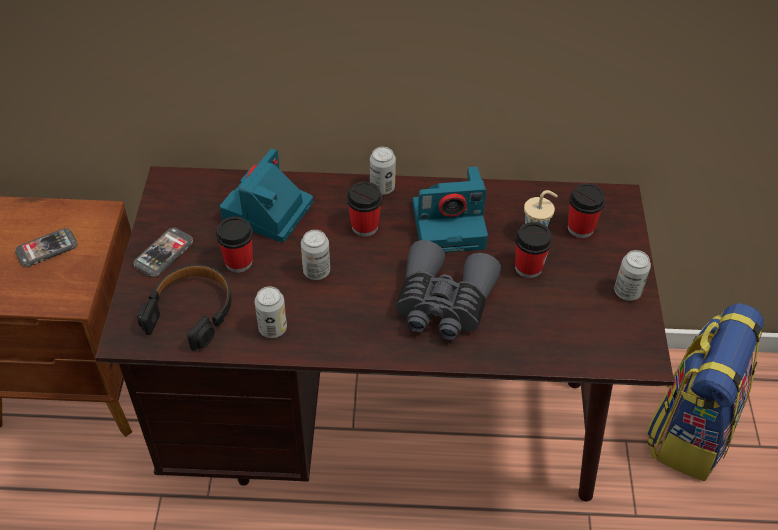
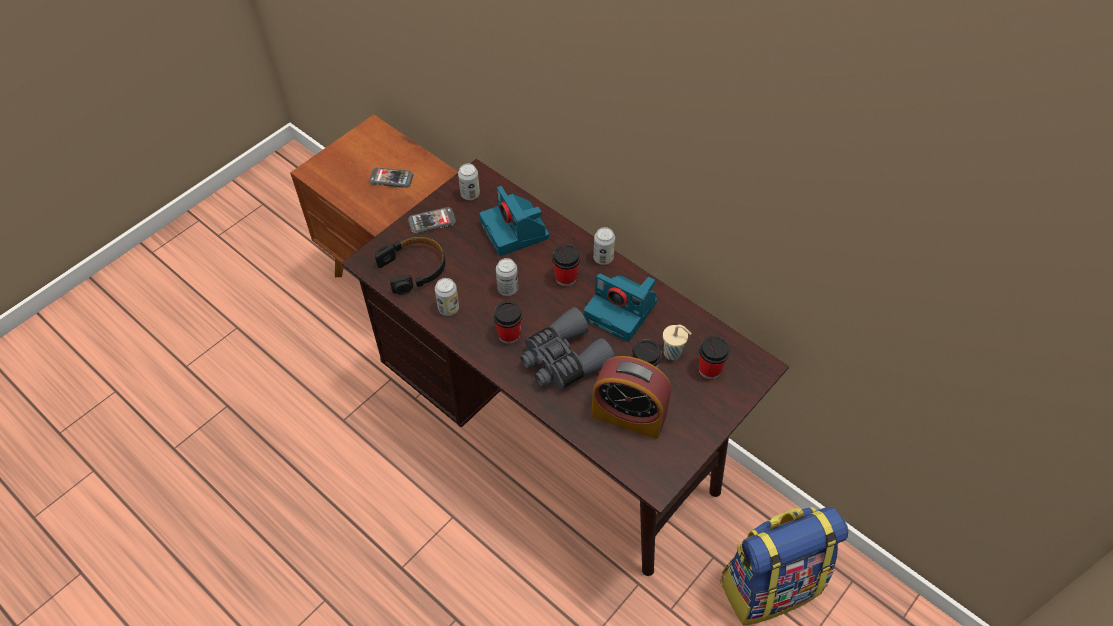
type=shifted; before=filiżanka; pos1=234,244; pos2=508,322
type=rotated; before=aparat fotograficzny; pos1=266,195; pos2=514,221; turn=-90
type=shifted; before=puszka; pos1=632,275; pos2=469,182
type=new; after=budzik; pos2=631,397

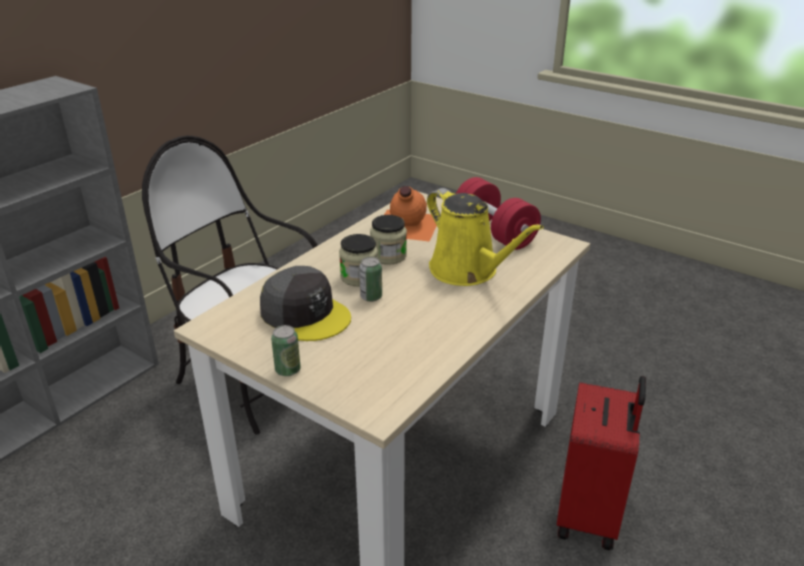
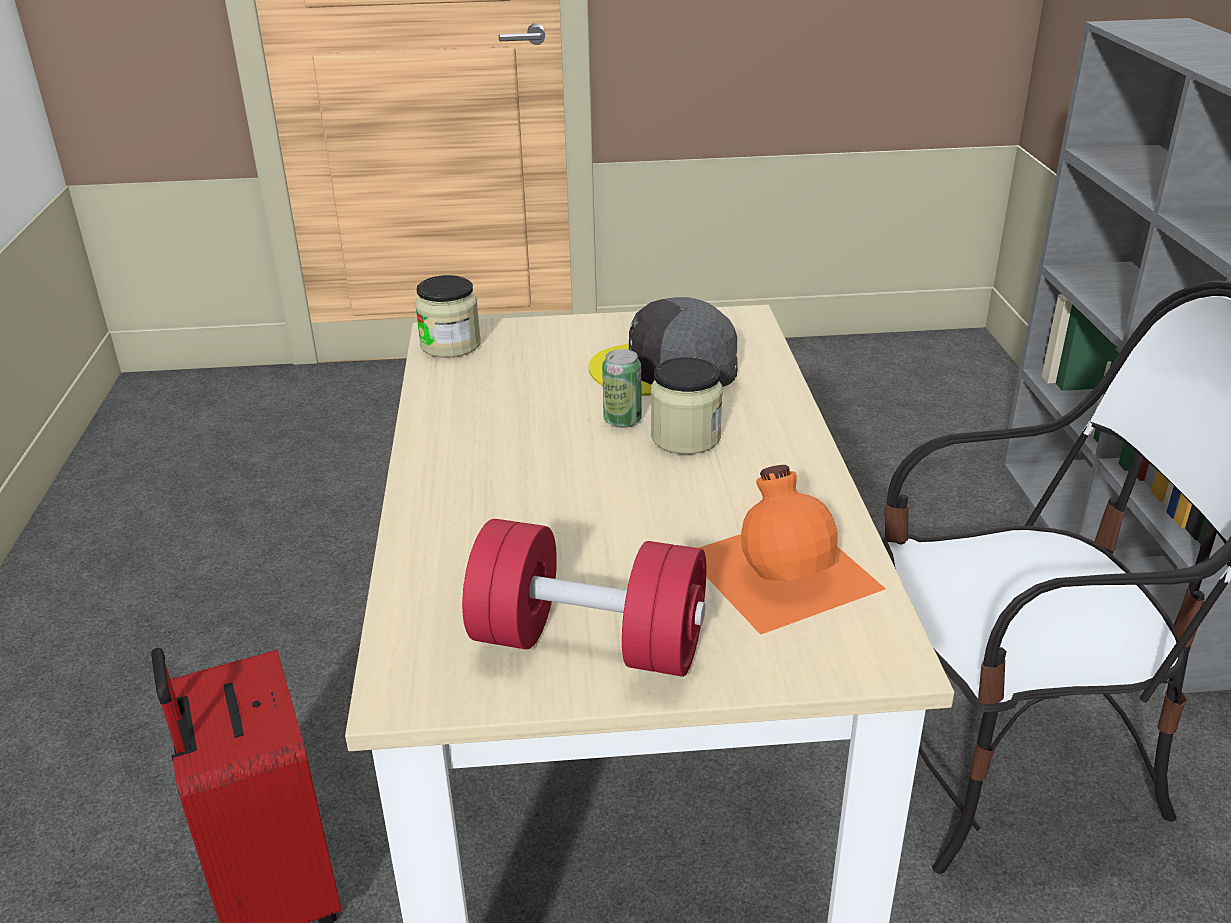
type=gone; before=puszka; pos1=286,350
type=shifted; before=słoik; pos1=388,240; pos2=448,316
type=gone; before=konewka/żółty; pos1=485,237

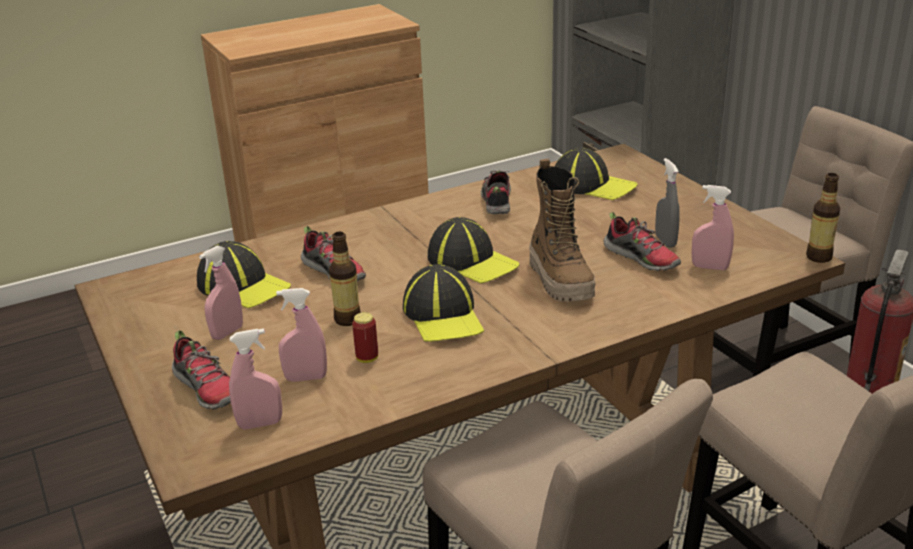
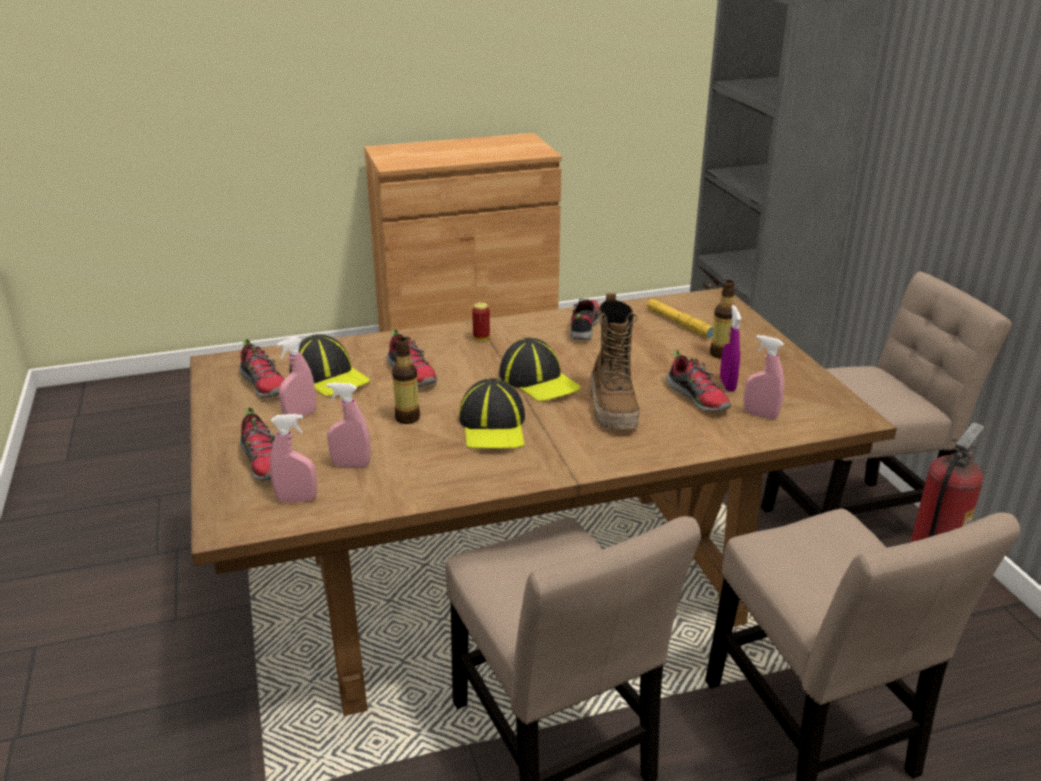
type=shifted; before=puszka; pos1=365,337; pos2=481,321
type=swapped; before=czapka z daszkiem; after=latarka/żółty; pos1=596,174; pos2=680,319
type=repainted; before=spryskiwacz/szary; after=spryskiwacz/fioletowy; pos1=667,203; pos2=730,348
type=shifted; before=butelka; pos1=823,218; pos2=722,319
type=new; after=but; pos2=262,368

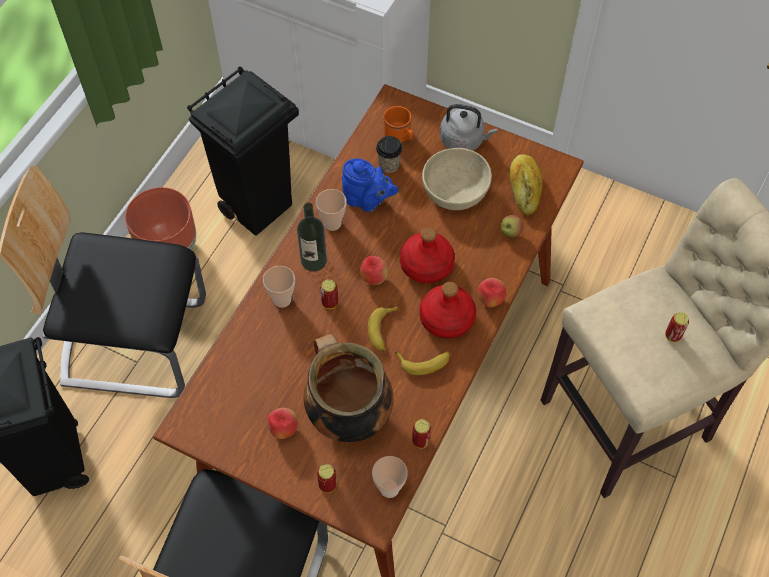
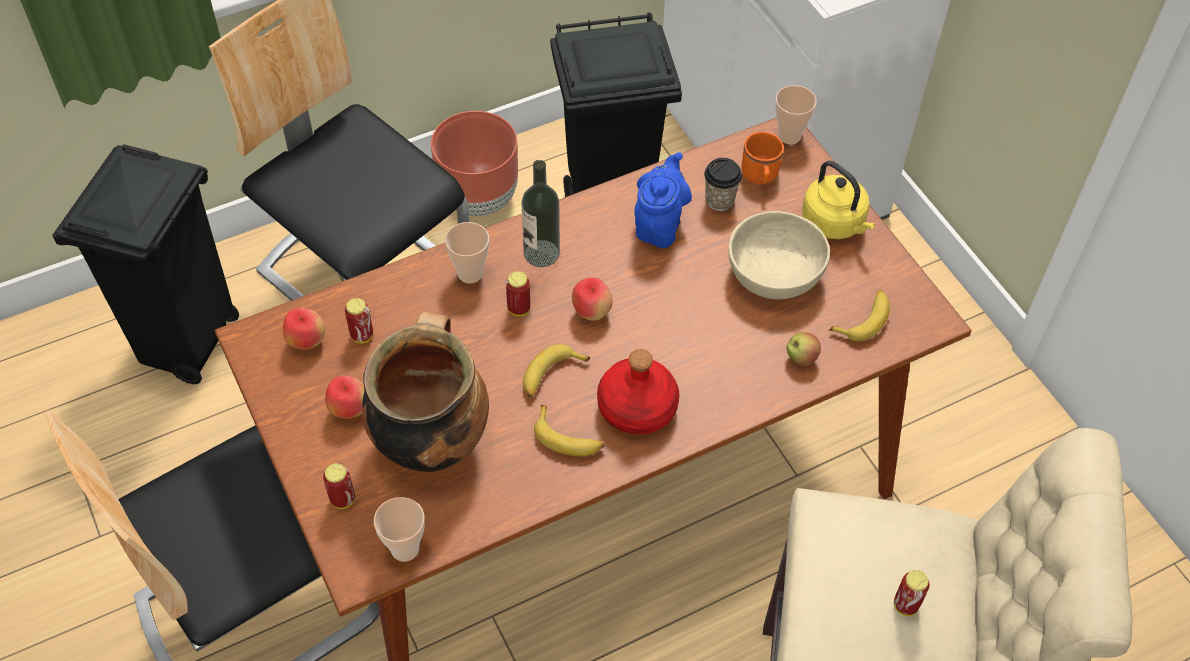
type=shifted; before=filiżanka; pos1=331,210; pos2=796,114
type=rotated; before=imbryk/niebieski; pos1=370,185; pos2=663,200; turn=-135
type=gone; before=butelka/czerwony; pos1=427,255
type=shifted; before=puszka; pos1=421,433; pos2=359,320
type=repainted; before=czajnik/szary; after=czajnik/żółty; pos1=468,127; pos2=838,200
type=shifted; before=jabłko; pos1=491,292; pos2=304,329
type=swapped; before=chleb; after=banan; pos1=526,184; pos2=859,315

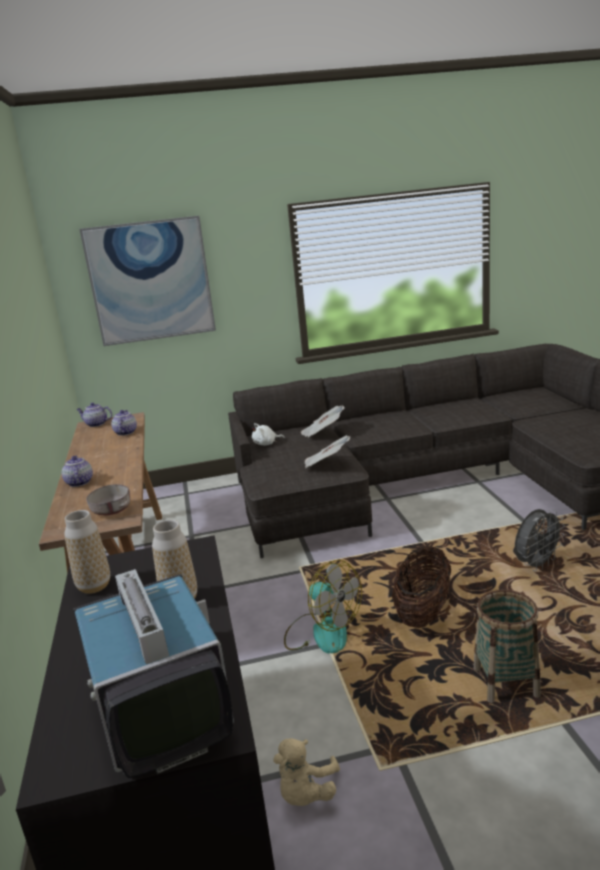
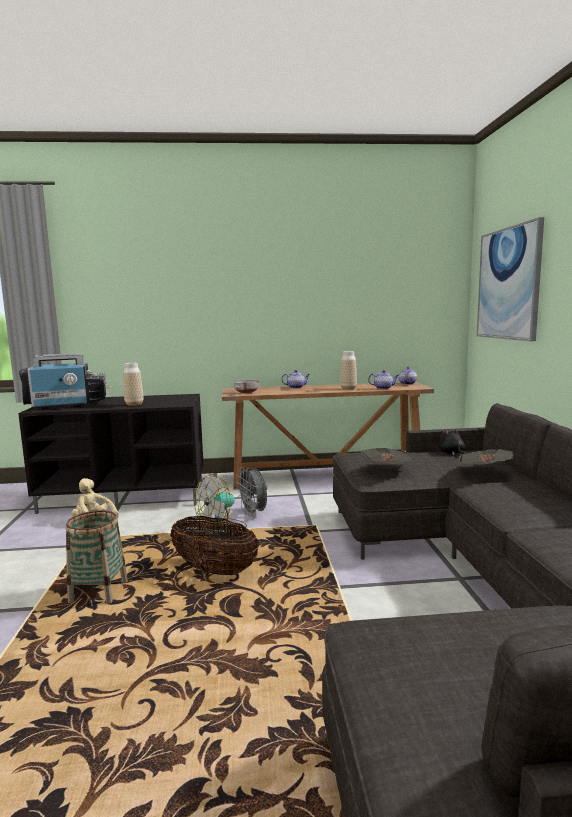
type=shifted; before=wazon; pos1=87,552; pos2=348,370
type=repainted; before=pluszak/biały; after=pluszak/czarny; pos1=268,434; pos2=451,442
type=shifted; before=wentylator/szary; pos1=540,540; pos2=251,491

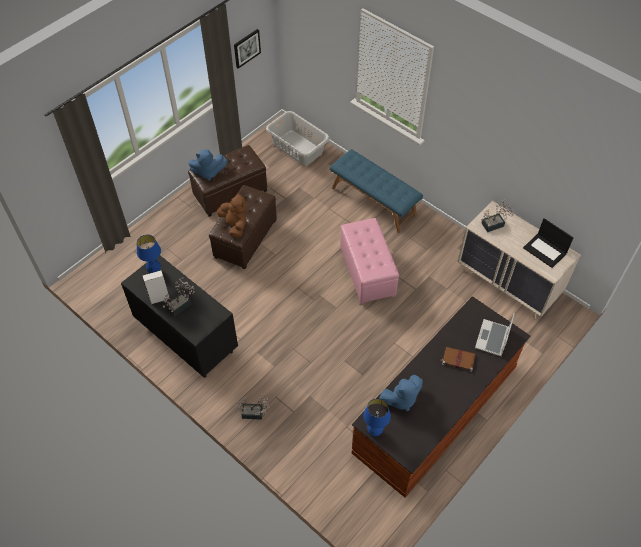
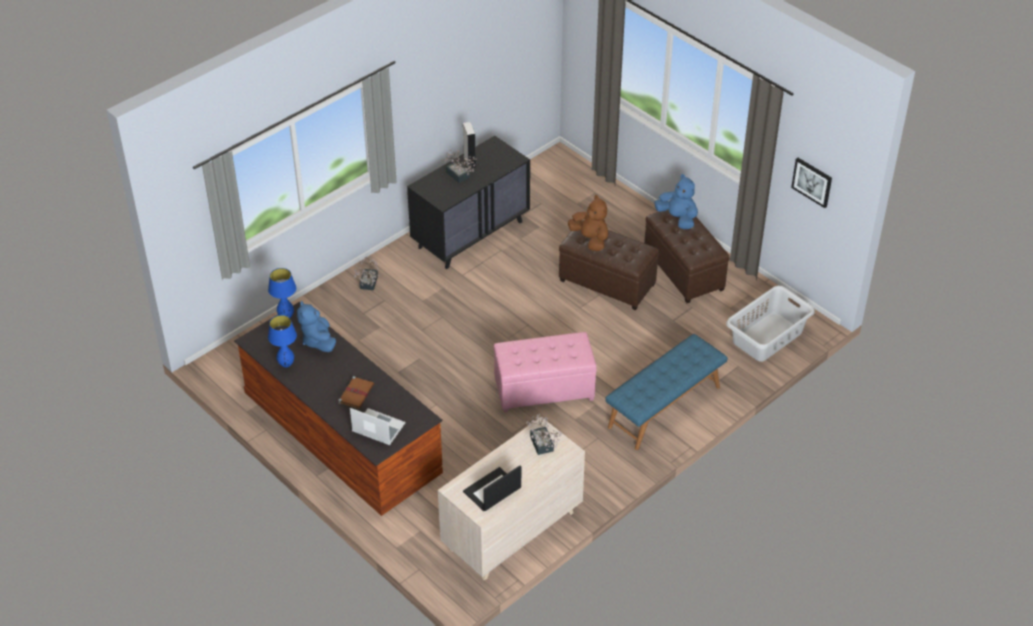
type=shifted; before=lampa stołowa/niebieski; pos1=149,254; pos2=282,341
type=rotated; before=pluszak/niebieski; pos1=208,165; pos2=676,201; turn=135
type=rotated; before=pluszak/brązowy; pos1=231,215; pos2=588,223; turn=-105

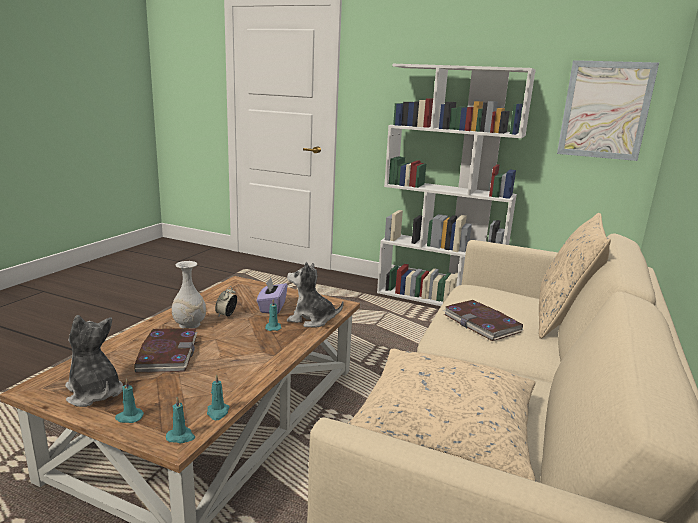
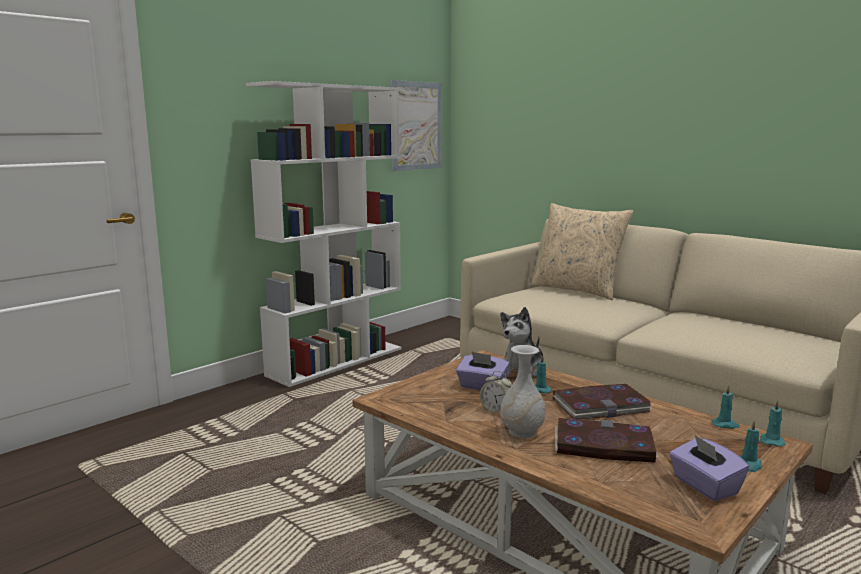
type=swapped; before=pluszak; after=pudełko chusteczek/fioletowy; pos1=94,361; pos2=709,467
type=gone; before=poduszka/beżowy; pos1=442,415
type=shifted; before=książka; pos1=483,320; pos2=602,402

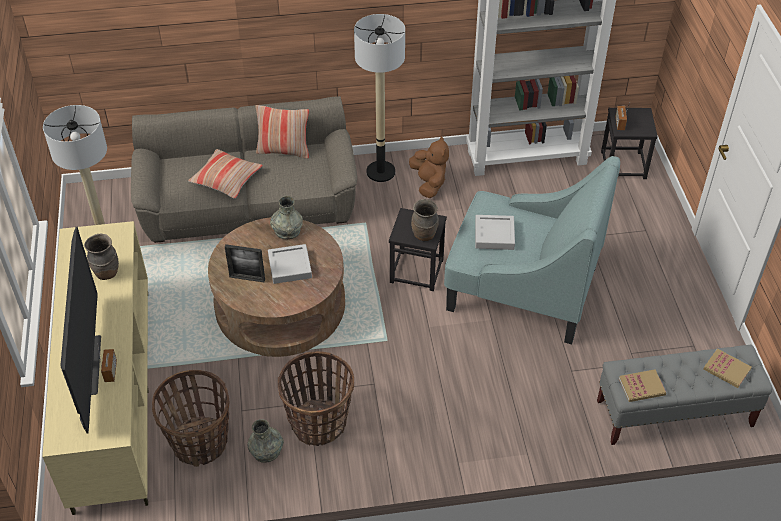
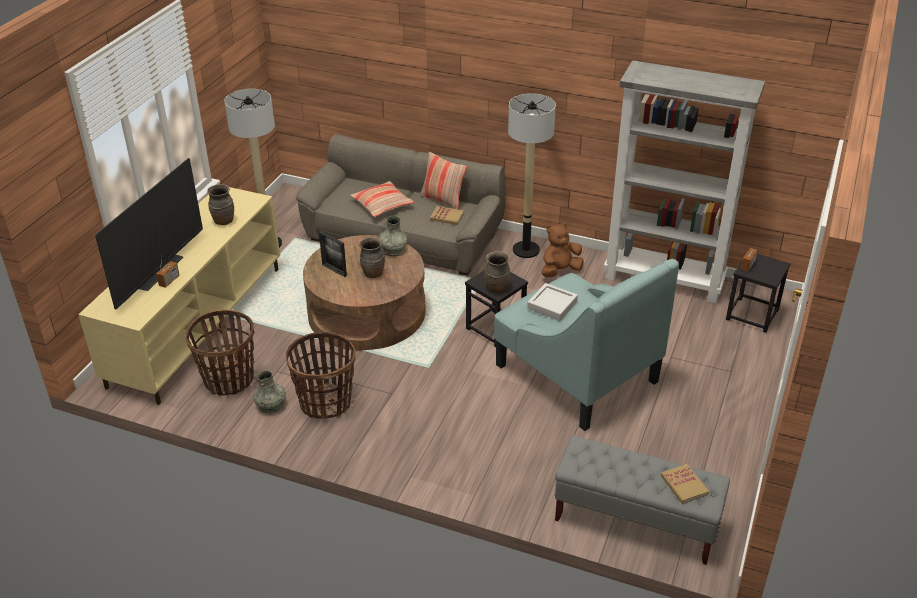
type=swapped; before=taca/szary; after=wazon/brązowy; pos1=290,264; pos2=372,257
type=rotated; before=pluszak/brązowy; pos1=429,167; pos2=563,250; turn=-135
type=shifted; before=książka; pos1=642,385; pos2=447,215

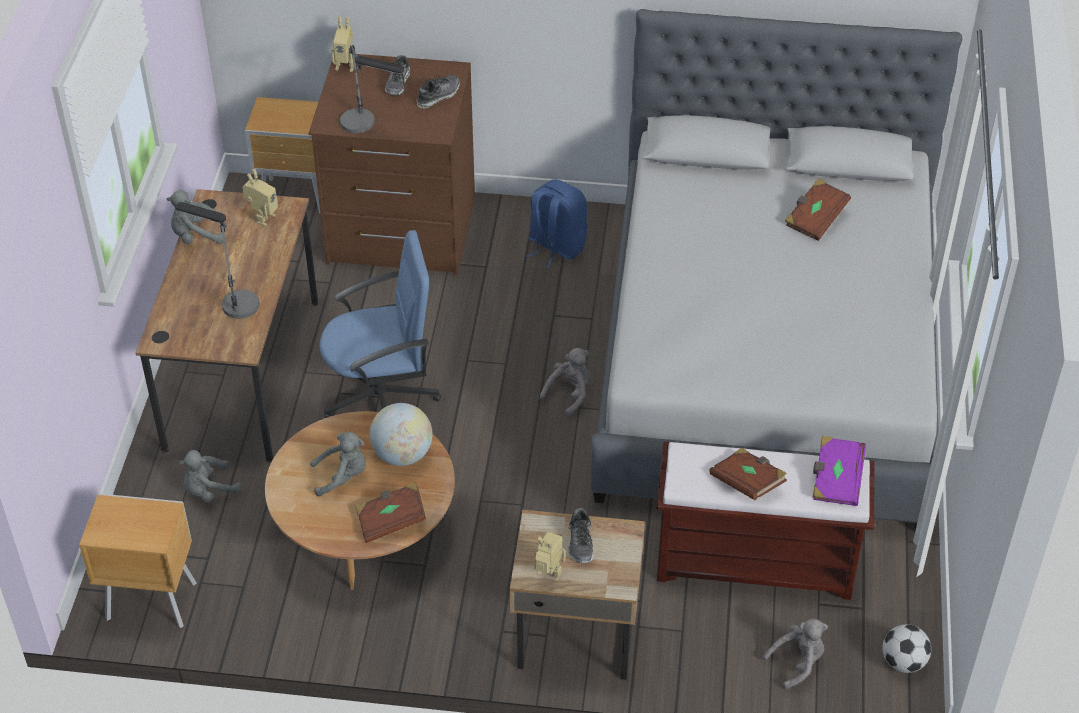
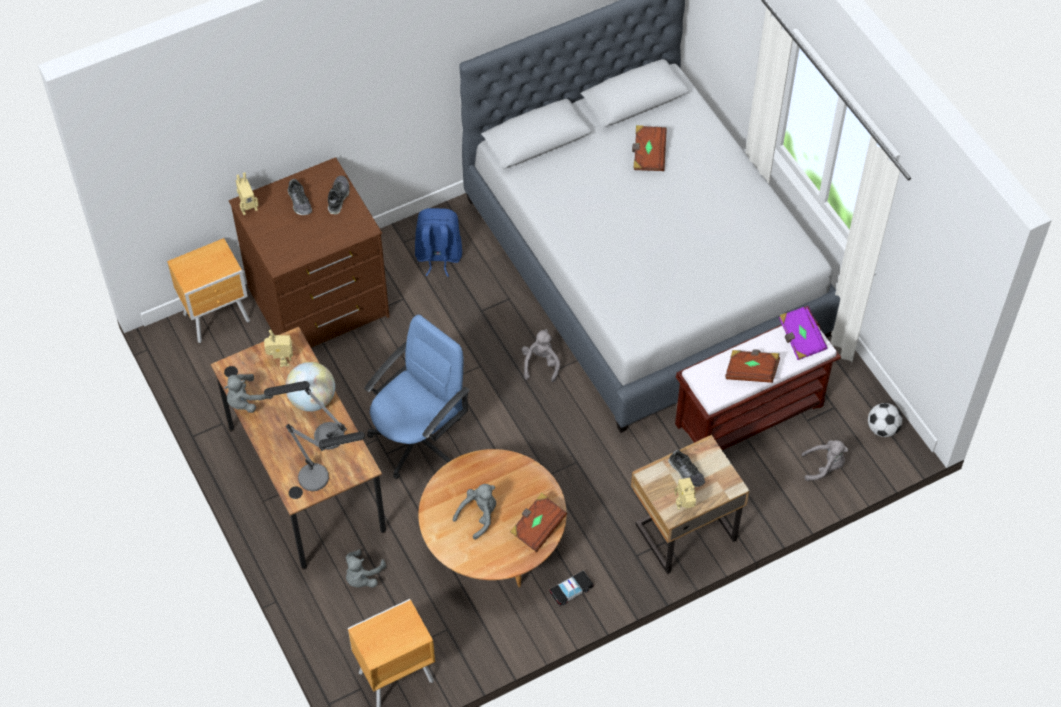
type=shifted; before=lampa stołowa; pos1=372,89; pos2=325,457
type=shifted; before=globus; pos1=401,434; pos2=310,387
type=rotated; before=pluszak/szary; pos1=795,654; pos2=824,460; turn=60
type=new; after=samochodzik; pos2=571,588

